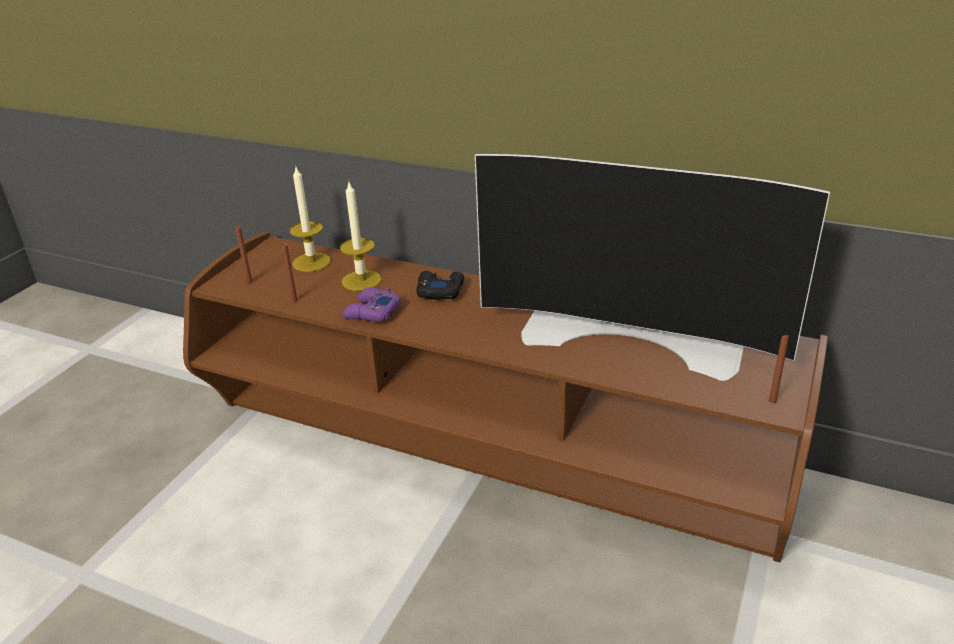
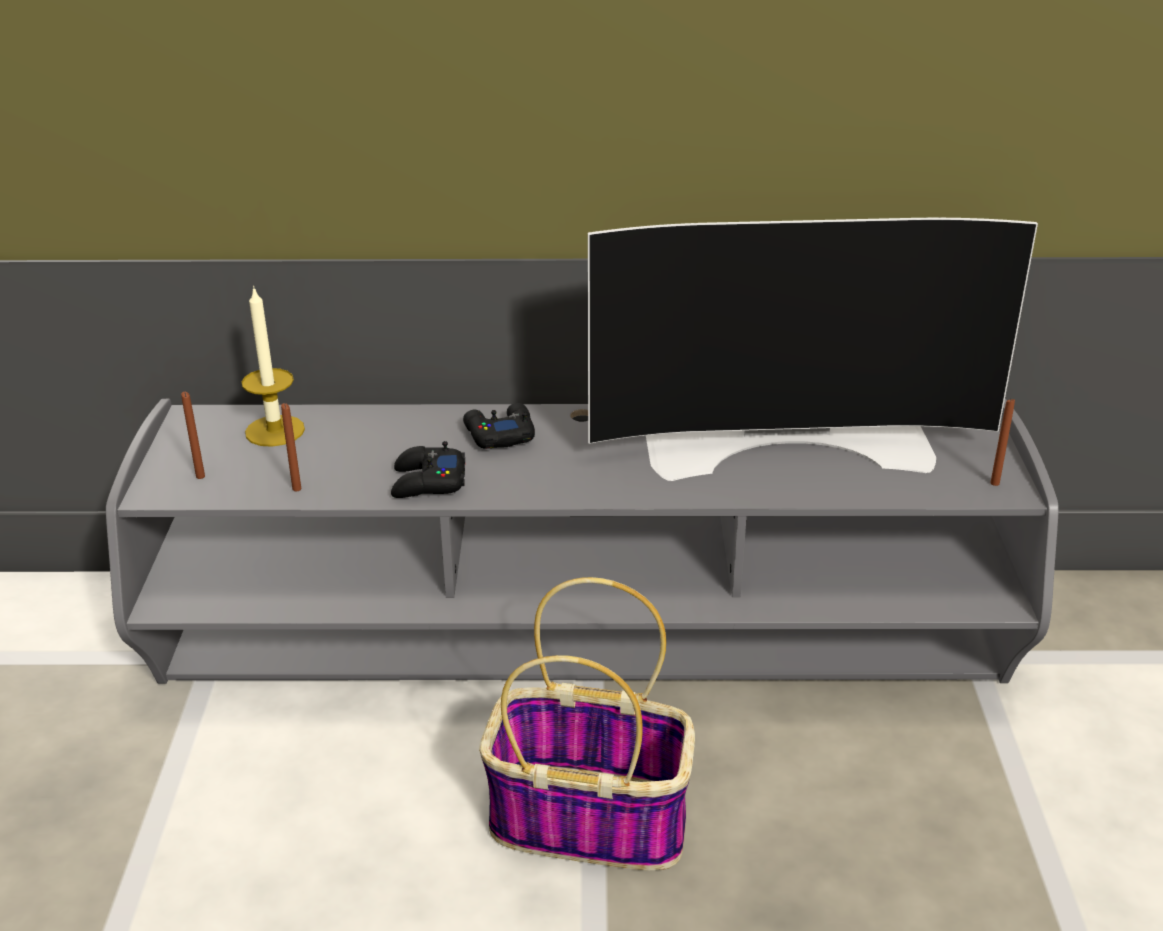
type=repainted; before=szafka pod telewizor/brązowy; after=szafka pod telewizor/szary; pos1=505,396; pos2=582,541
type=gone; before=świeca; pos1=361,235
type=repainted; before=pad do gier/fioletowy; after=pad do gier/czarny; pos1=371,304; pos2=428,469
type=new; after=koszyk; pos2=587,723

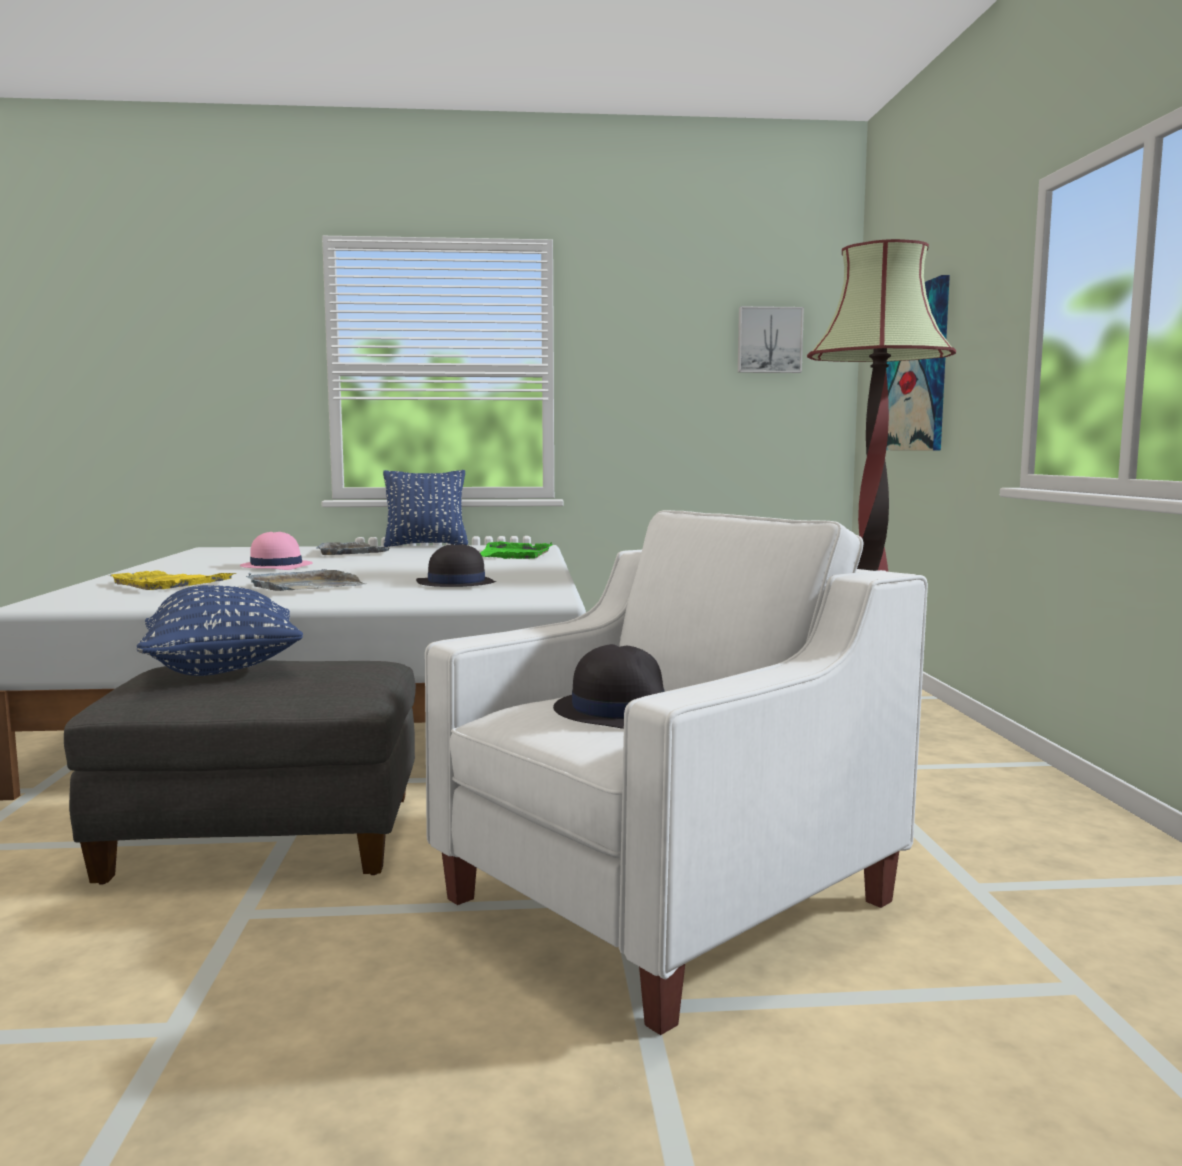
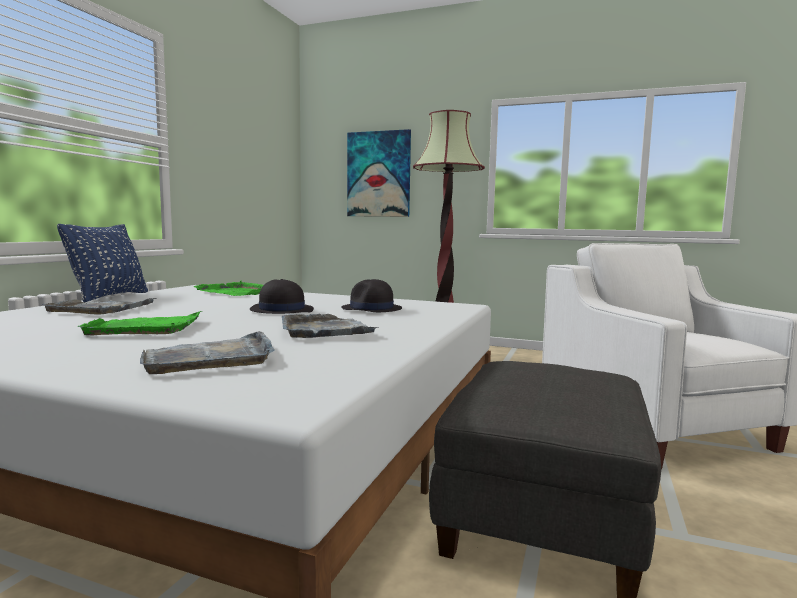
type=repainted; before=taca/żółty; after=taca/szary; pos1=172,580; pos2=207,352
type=gone; before=poduszka/niebieski; pos1=220,630
type=swapped; before=kapelusz/różowy; after=taca/zielony; pos1=276,551; pos2=139,323
type=shifted; before=kapelusz/czarny; pos1=609,686; pos2=282,296
type=gone; before=obraz; pos1=771,339

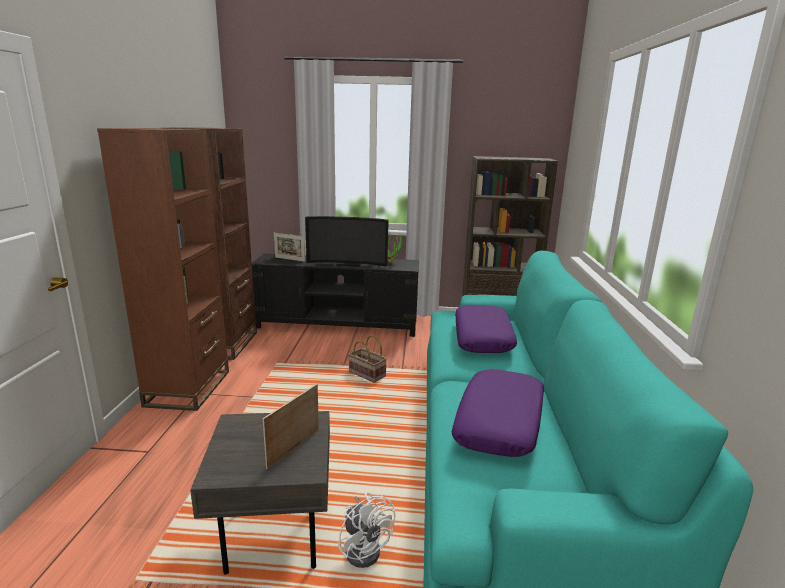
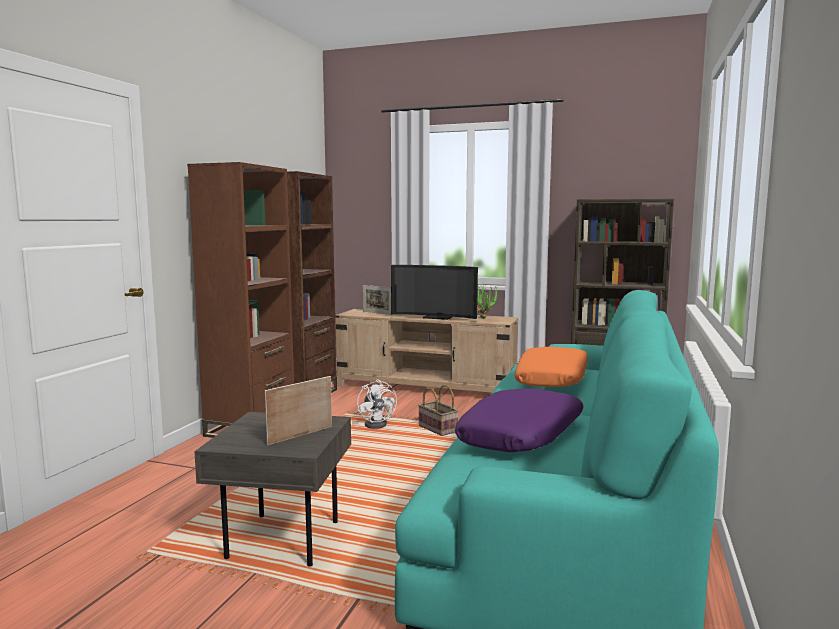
type=repainted; before=szafka pod telewizor/czarny; after=szafka pod telewizor/beżowy; pos1=335,295; pos2=426,351
type=shifted; before=wentylator/biały; pos1=366,530; pos2=377,404
type=repainted; before=poduszka/fioletowy; after=poduszka/pomarańczowy; pos1=486,329; pos2=551,367

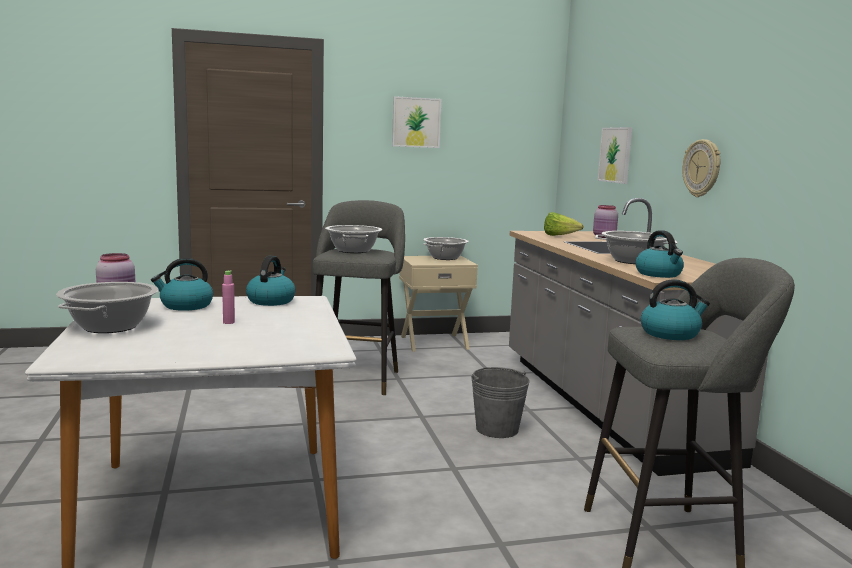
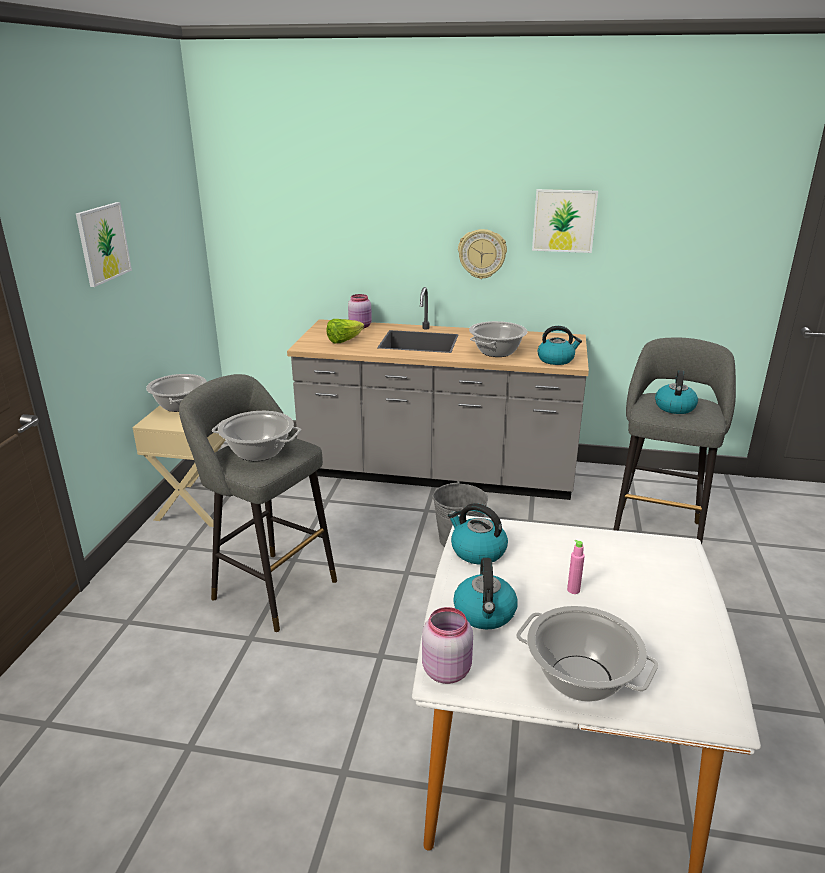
type=shifted; before=obraz; pos1=614,155; pos2=565,221

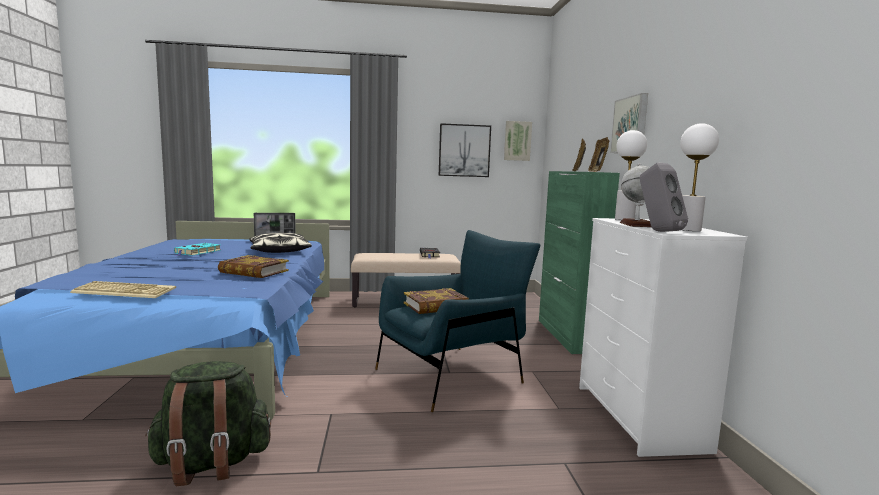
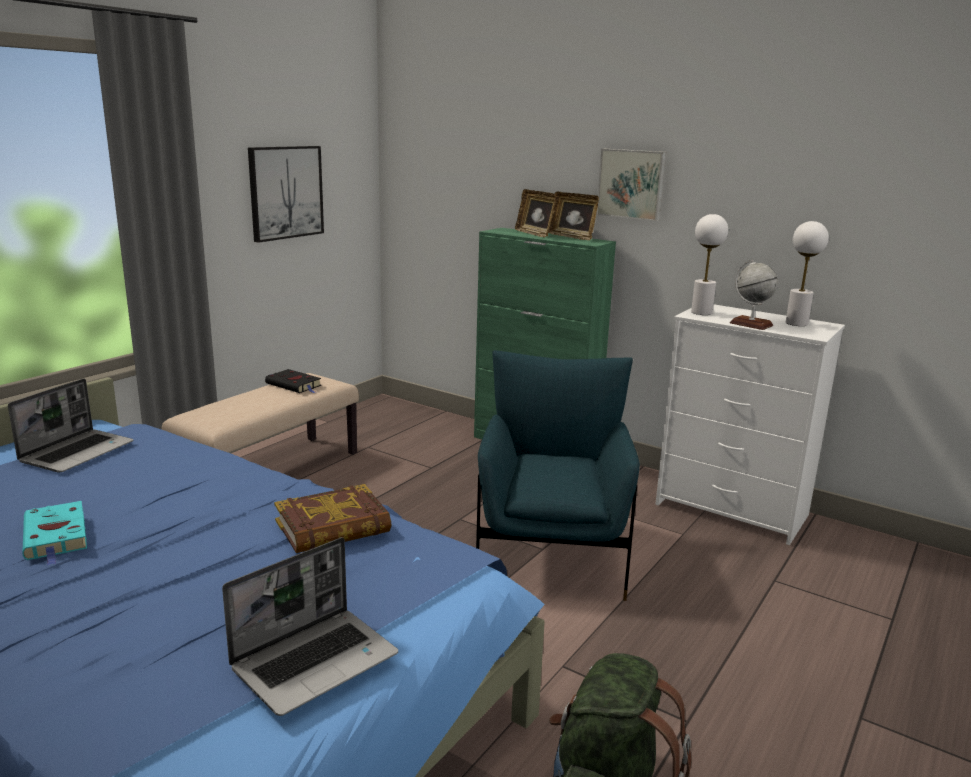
type=swapped; before=klawiatura; after=laptop; pos1=123,289; pos2=310,626
type=gone; before=poduszka; pos1=280,243
type=gone; before=książka; pos1=436,301
type=gone; before=obraz; pos1=518,141
type=gone; before=głośnik/szary; pos1=664,197

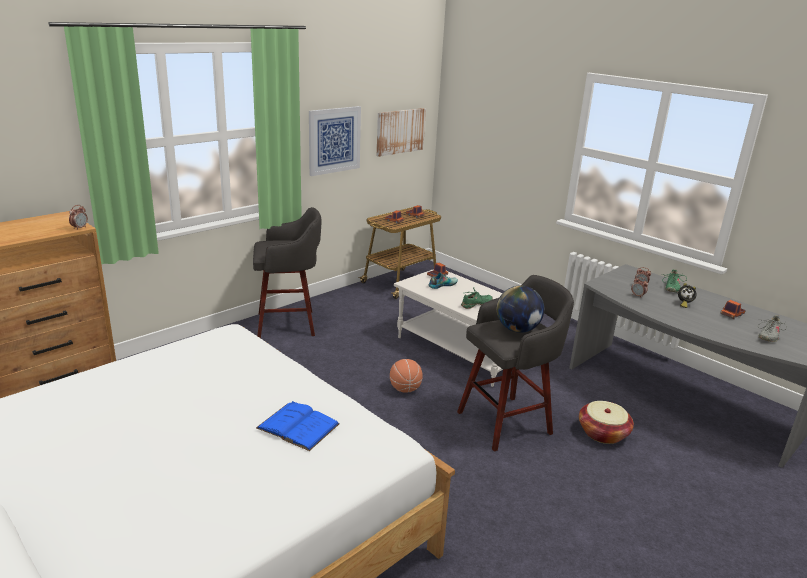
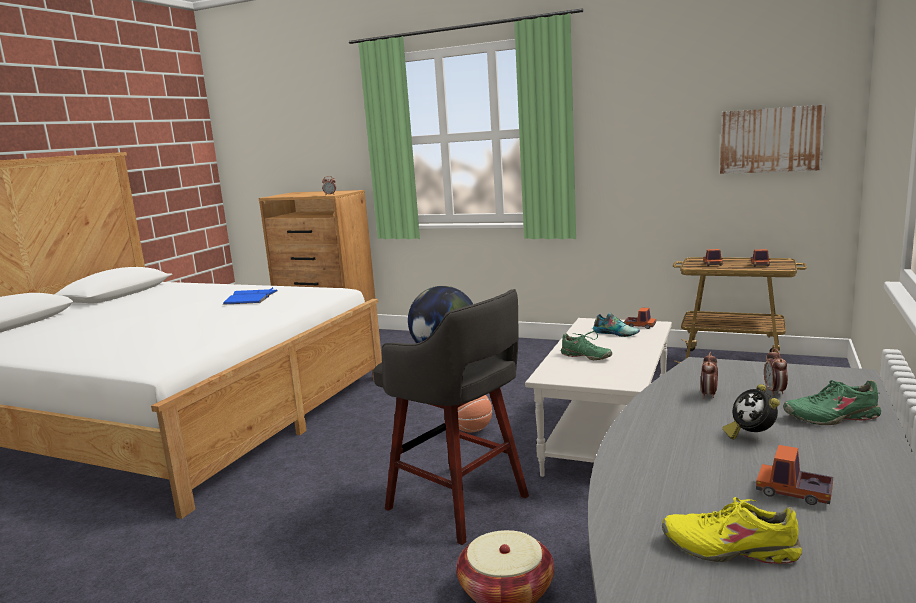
type=gone; before=stołek/szary; pos1=287,272
type=shifted; before=książka/niebieski; pos1=298,426; pos2=250,296
type=gone; before=obraz; pos1=335,141
type=repainted; before=but/szary; after=but/żółty; pos1=772,328; pos2=732,530

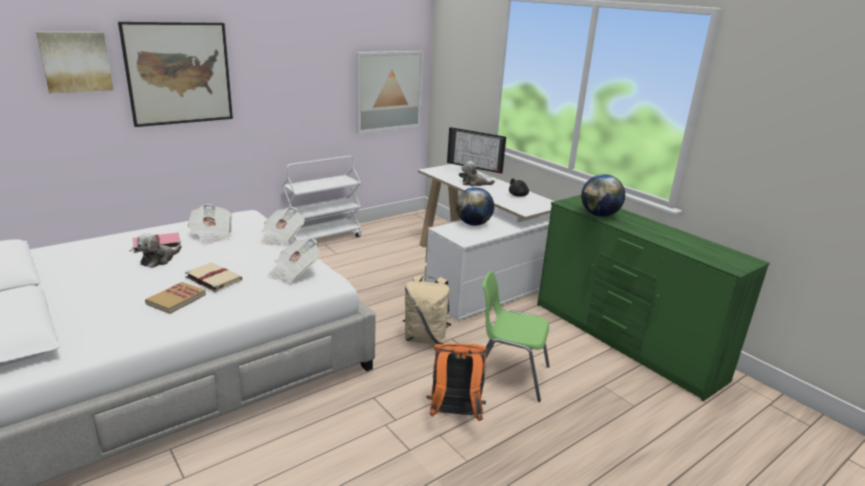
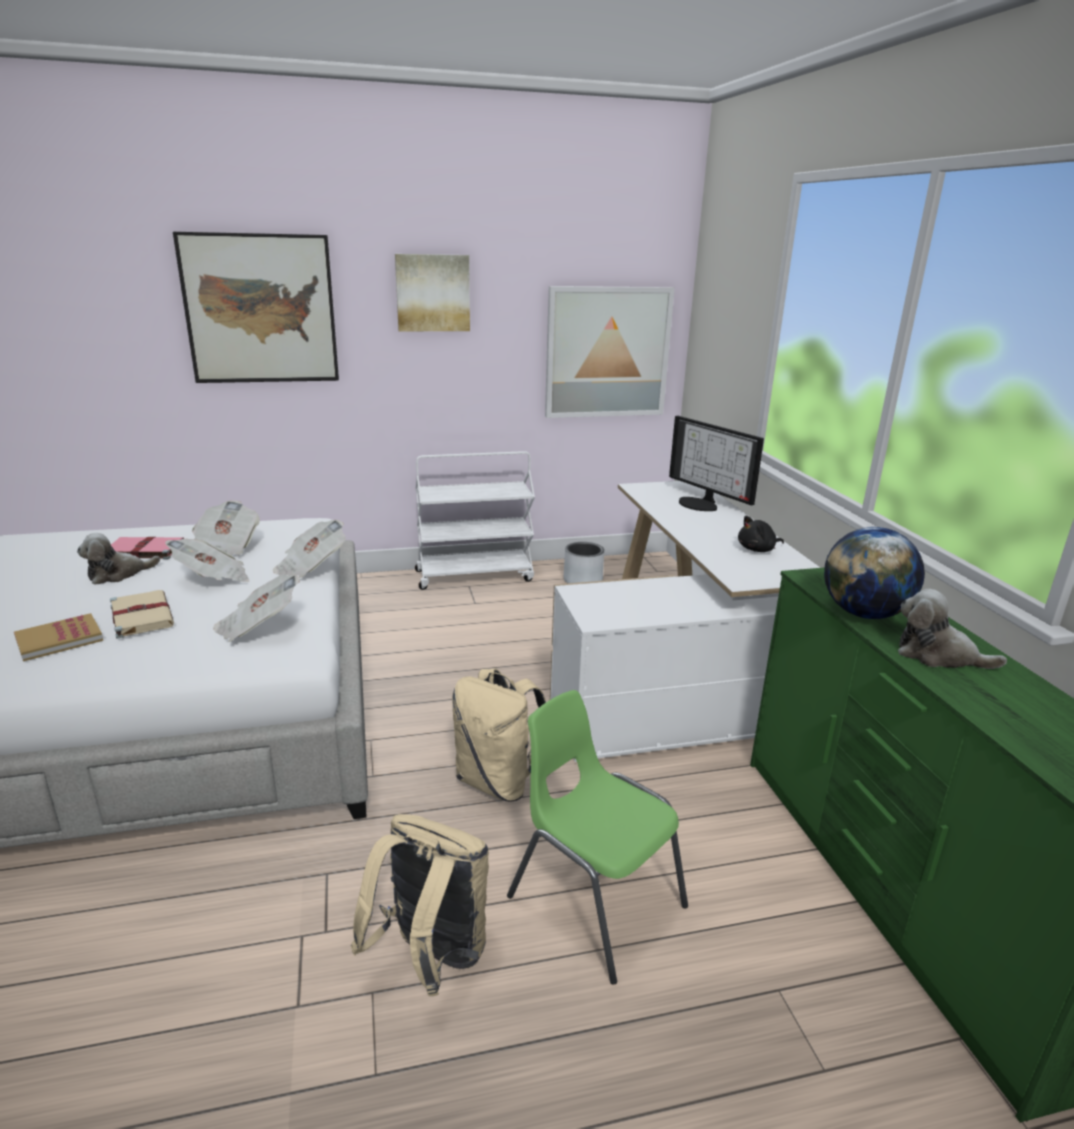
type=shifted; before=obraz; pos1=74,63; pos2=432,292
type=repainted; before=plecak/pomarańczowy; after=plecak/beżowy; pos1=456,382; pos2=420,905
type=gone; before=globus; pos1=475,206
type=shifted; before=pluszak; pos1=478,174; pos2=952,629
type=new; after=gazeta; pos2=207,560
type=new; after=donica/szary; pos2=584,562

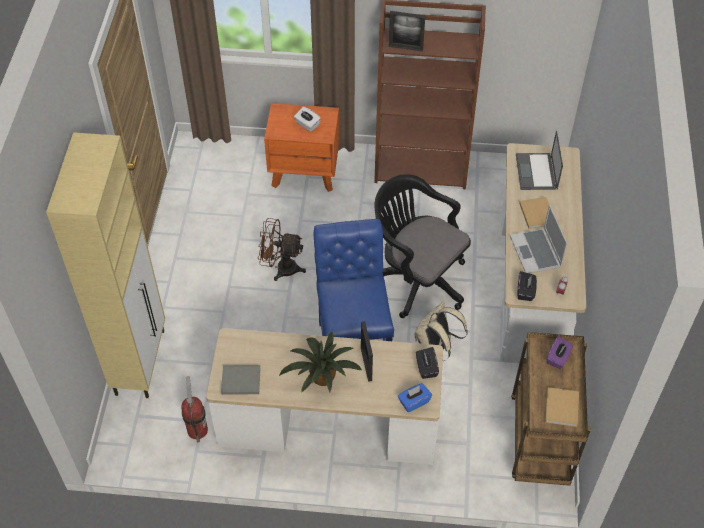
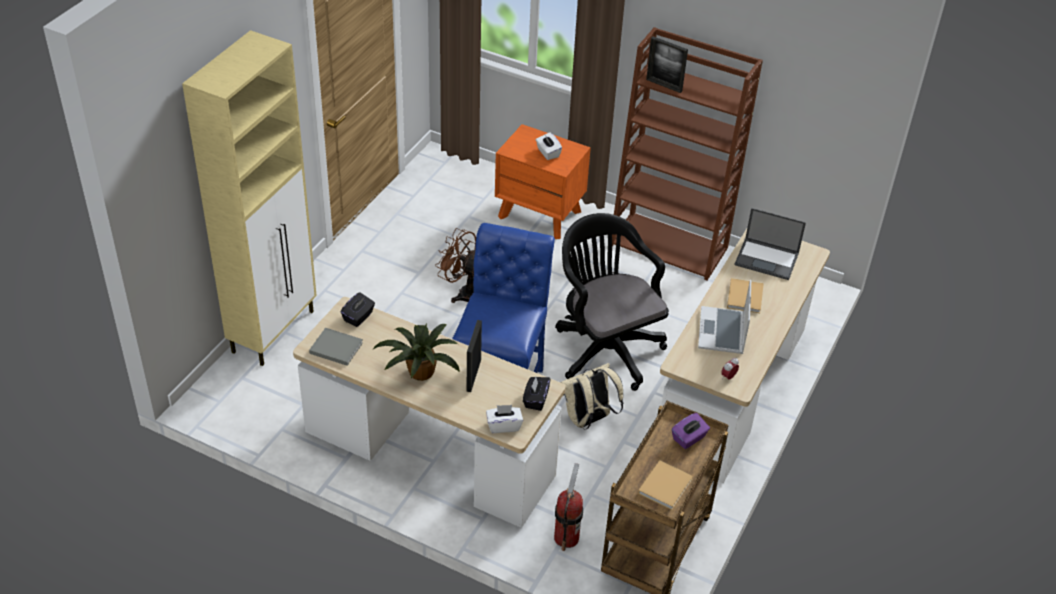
type=shifted; before=gaśnica; pos1=194,409; pos2=568,507
type=repainted; before=pudełko chusteczek/niebieski; after=pudełko chusteczek/biały; pos1=415,397; pos2=504,419
type=rotated; before=laptop; pos1=539,160; pos2=770,244; turn=-90
type=shifted; before=pudełko chusteczek/czarny; pos1=527,286; pos2=358,310

